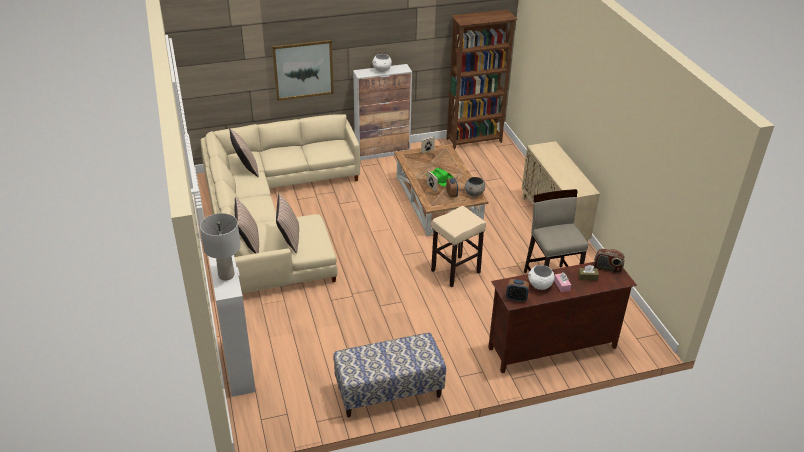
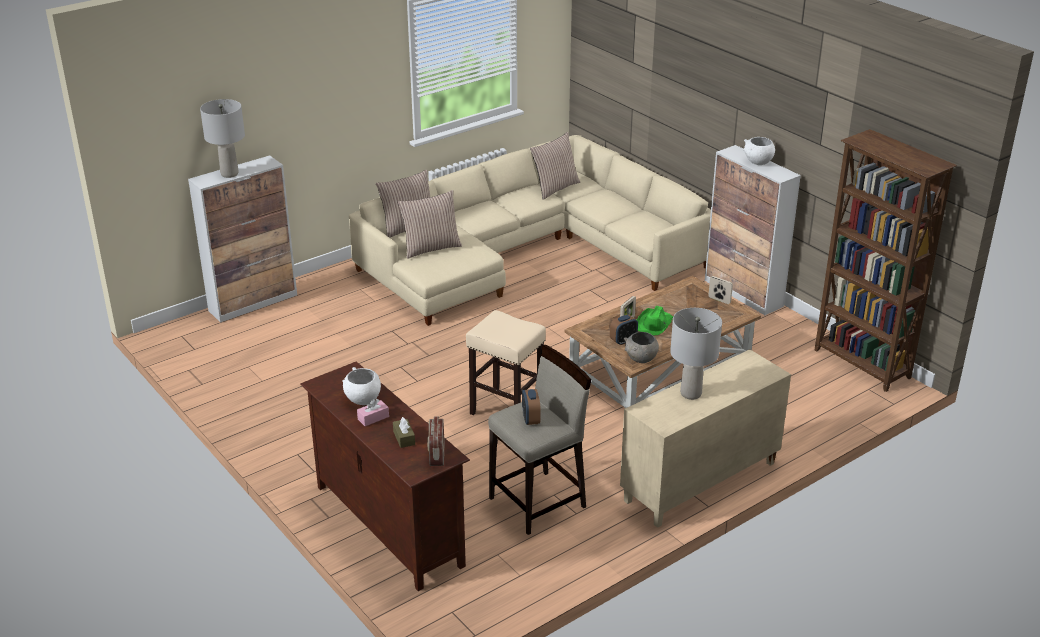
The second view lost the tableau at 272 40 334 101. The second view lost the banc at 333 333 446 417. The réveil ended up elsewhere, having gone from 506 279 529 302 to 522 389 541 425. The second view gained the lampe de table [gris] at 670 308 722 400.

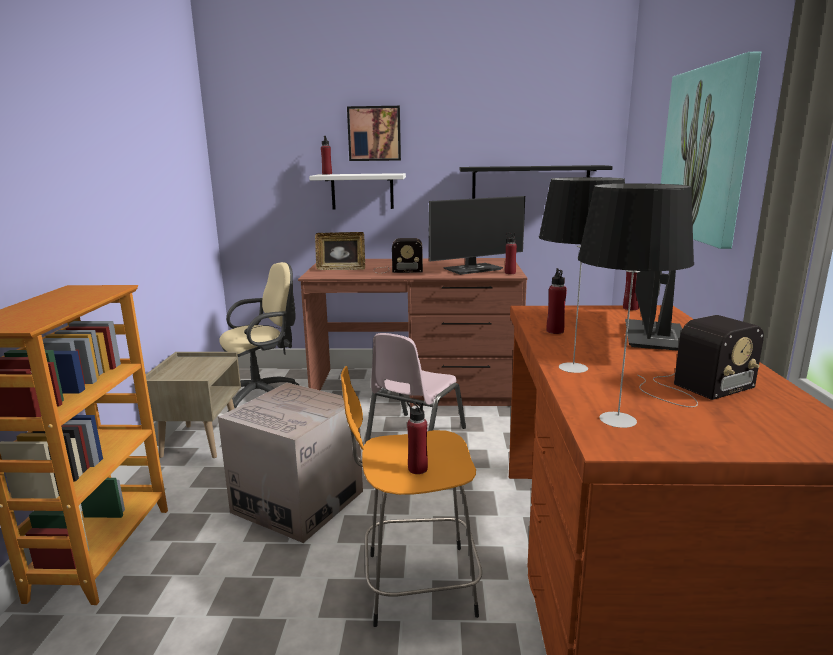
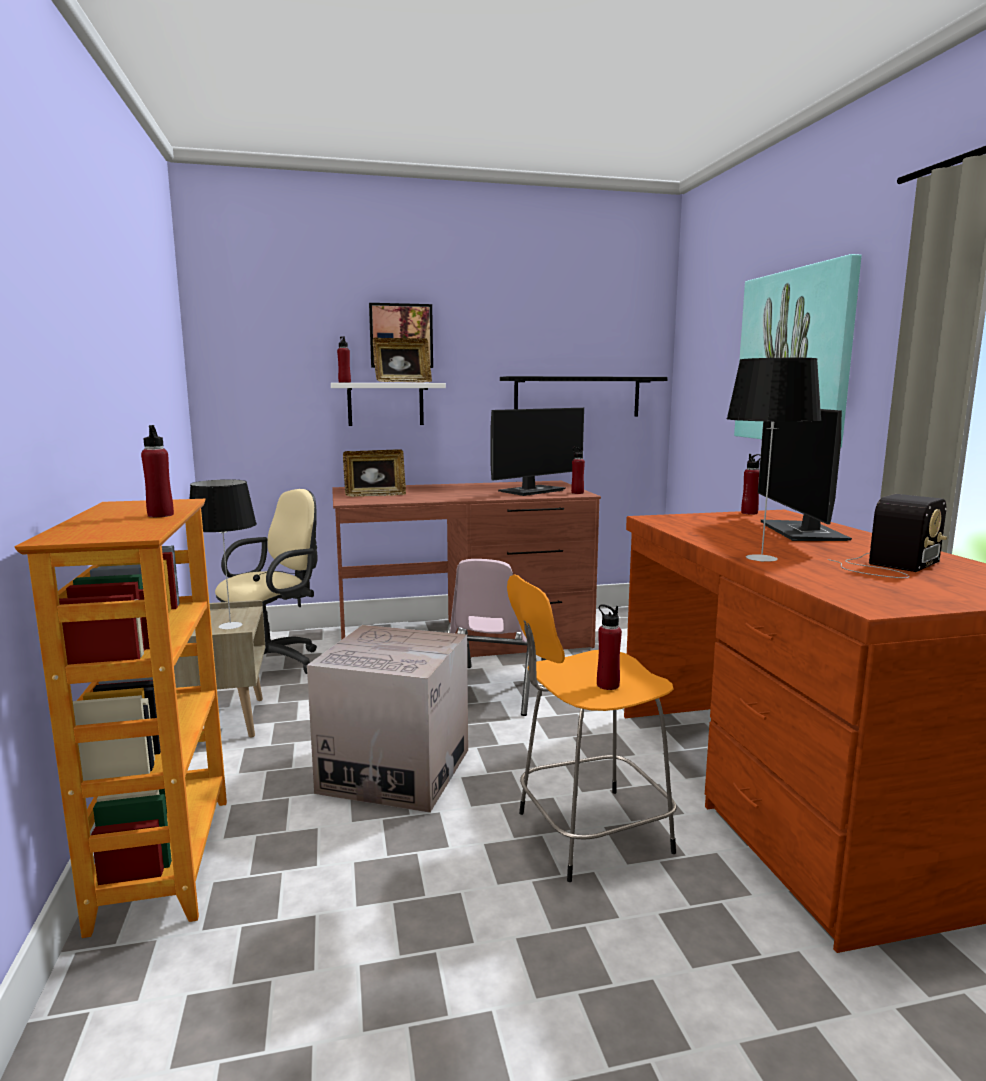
The second view lost the radio at 374 238 423 273. The bouteille [rouge] ended up elsewhere, having gone from 547 268 567 334 to 141 425 174 517. The lampe de table ended up elsewhere, having gone from 578 183 694 428 to 190 479 257 629. The second view gained the cadre photo at 373 337 432 383.

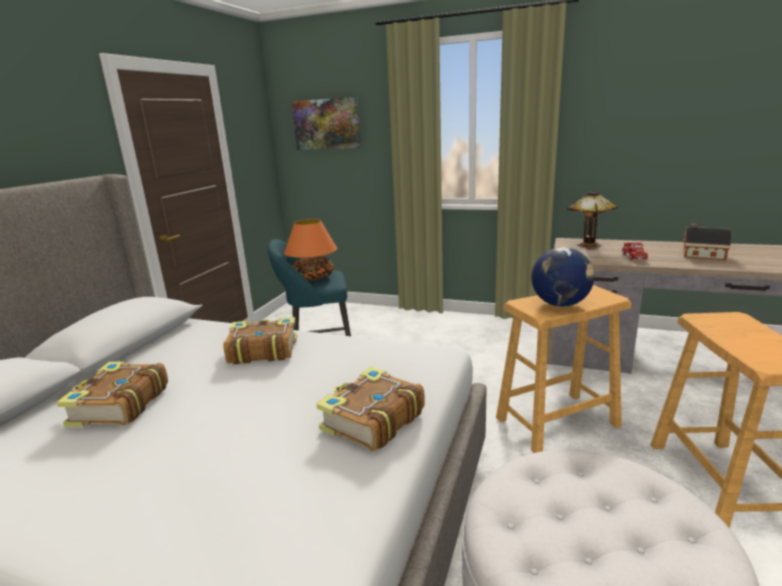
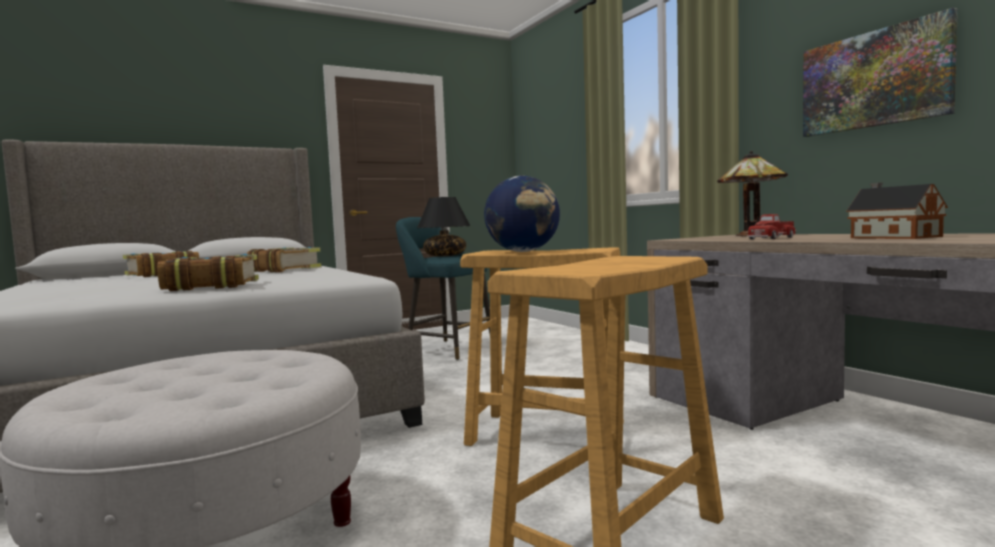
What was the lampe de table [orange] at 284 219 337 281 turned into the lampe de table [noir] at 417 197 470 256. The tableau ended up elsewhere, having gone from 292 97 361 150 to 803 8 958 137.

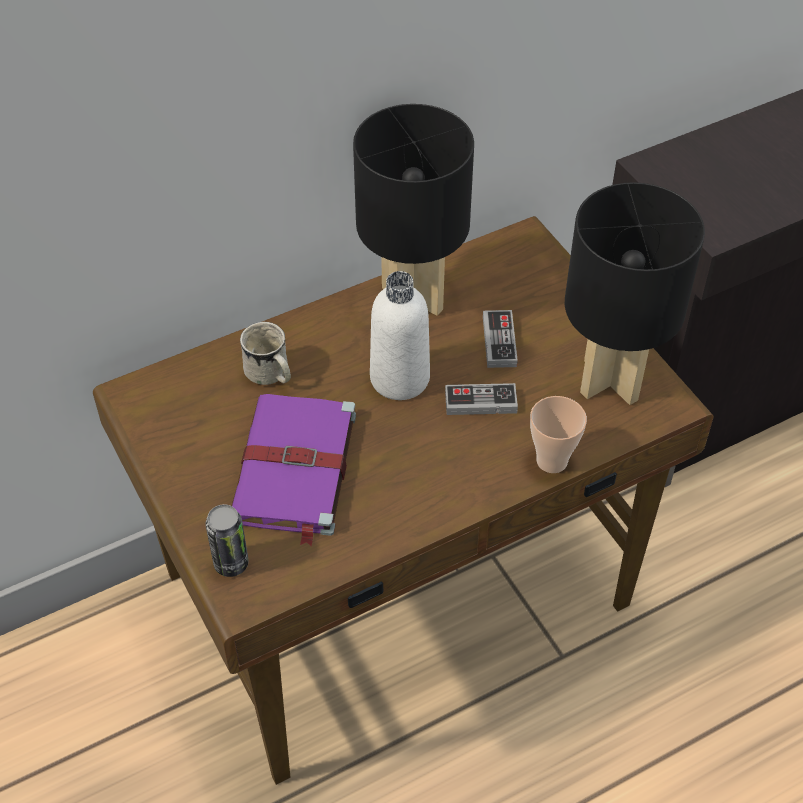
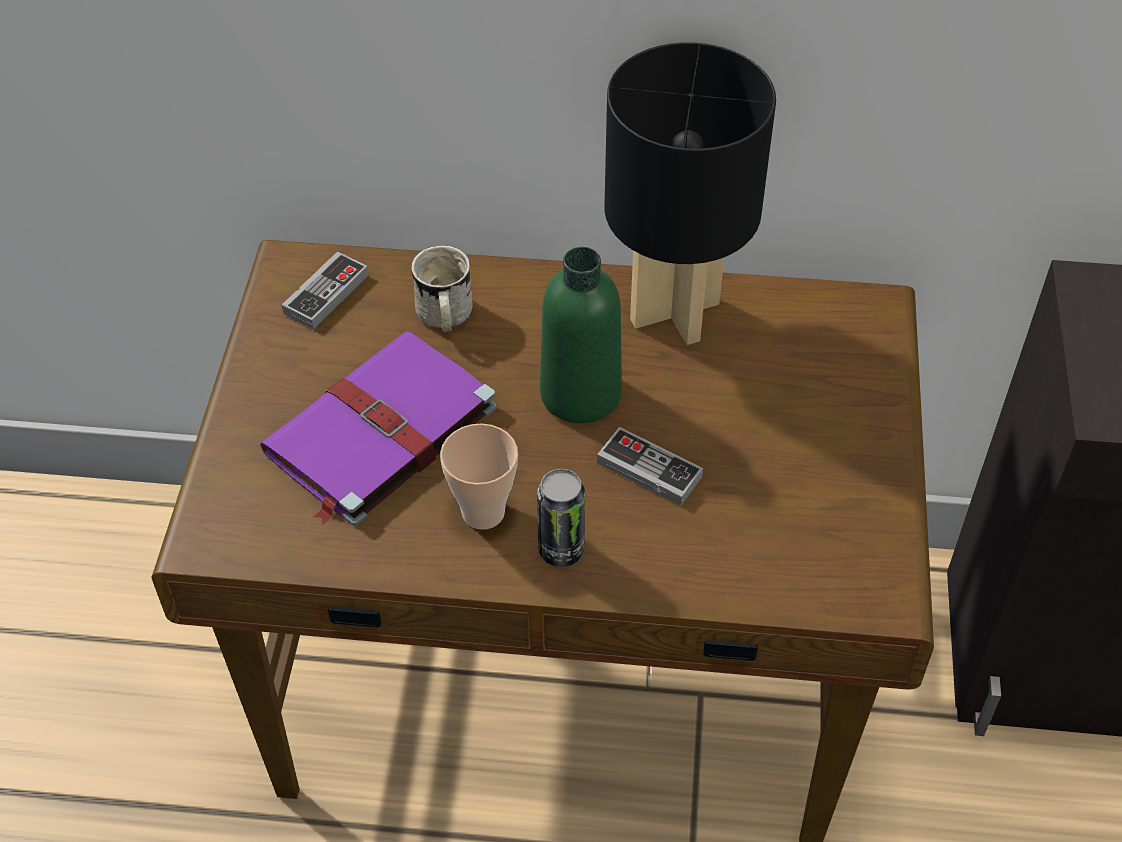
The boîte métallique ended up elsewhere, having gone from 205 504 249 577 to 537 469 585 567. What was the bouteille [blanc] at 370 271 430 400 turned into the bouteille [vert] at 540 247 622 424. The manette ended up elsewhere, having gone from 483 310 518 368 to 282 251 369 329. The tasse ended up elsewhere, having gone from 530 396 587 473 to 440 423 518 530. The second view lost the lampe de table [noir] at 565 182 705 405.

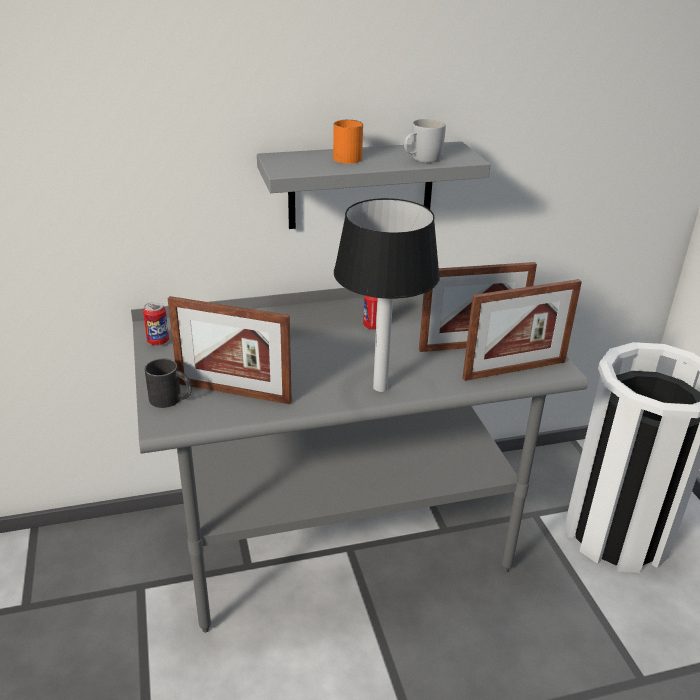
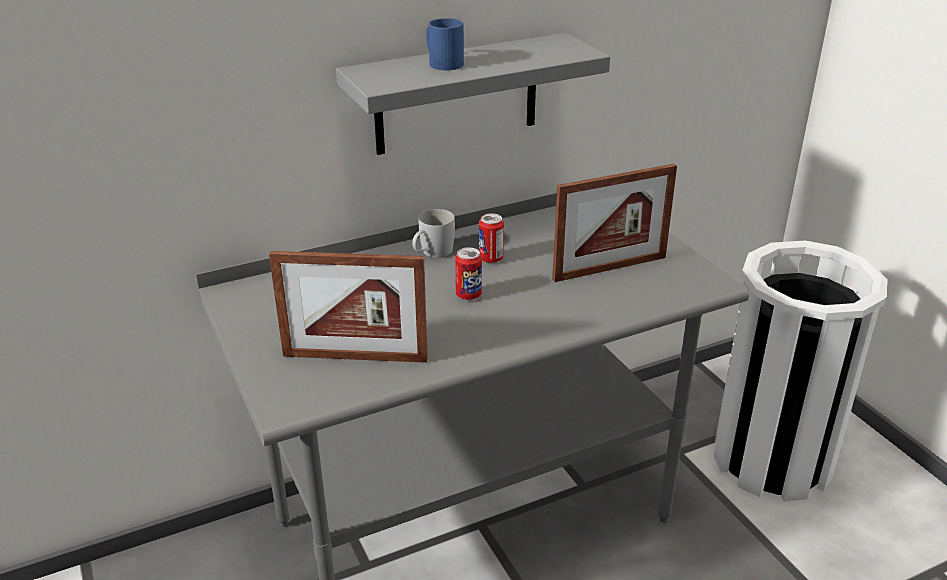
The boîte métallique ended up elsewhere, having gone from 143 302 169 346 to 455 247 482 300. The second view lost the mug [noir] at 145 358 192 408. What was the mug [orange] at 333 120 363 164 turned into the mug [bleu] at 426 18 464 70. The second view lost the lampe de table at 334 198 440 392. The mug [blanc] ended up elsewhere, having gone from 404 119 446 162 to 412 209 455 258. The second view lost the cadre photo at 463 279 582 381.

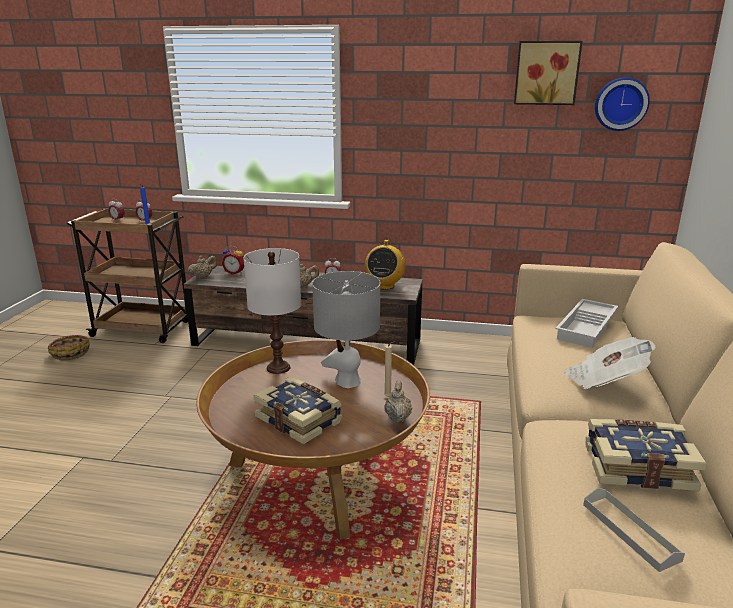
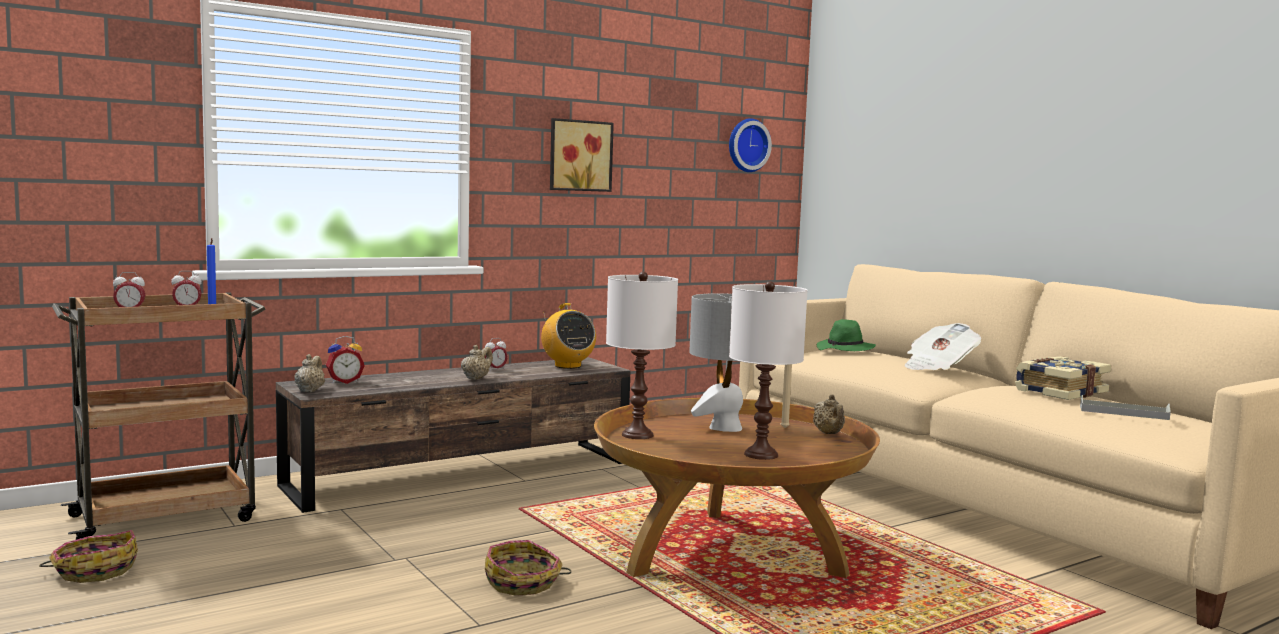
Where the livre stood at 253 376 342 445, the lampe de table [blanc] came to stand at 729 281 808 460. The théière [beige] at 385 380 412 422 ended up facing another way, 150 degrees counterclockwise from before. The tableau ended up elsewhere, having gone from 514 41 582 105 to 550 118 614 192. Where the plateau [blanc] stood at 556 299 618 348, the chapeau [vert] came to stand at 817 319 876 351. The second view gained the panier at 485 540 571 596.

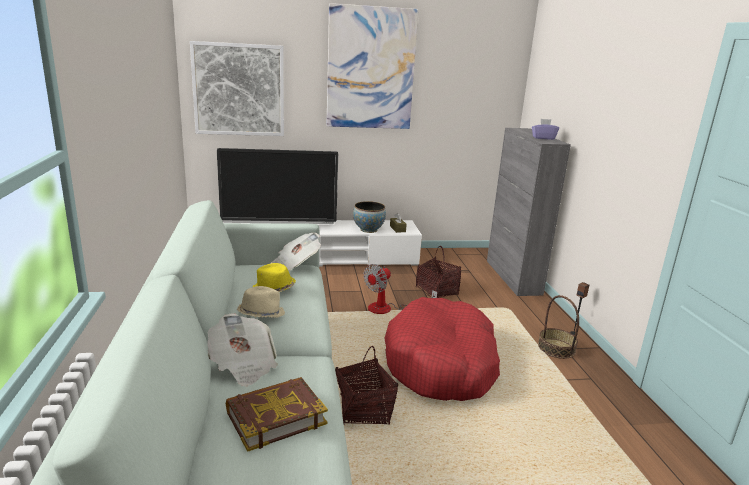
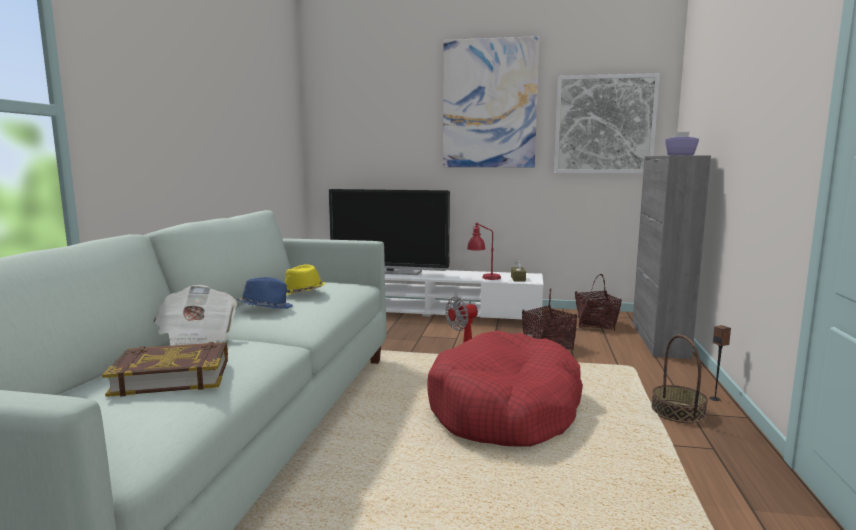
The tableau ended up elsewhere, having gone from 190 41 284 136 to 554 73 660 174. What was the chapeau [beige] at 237 286 285 318 turned into the chapeau [bleu] at 237 277 293 309. The second view lost the journal at 270 233 321 271. The panier ended up elsewhere, having gone from 335 346 398 425 to 575 274 622 330. Where the bol stood at 353 201 386 233, the lampe de table [rouge] came to stand at 467 222 501 280.

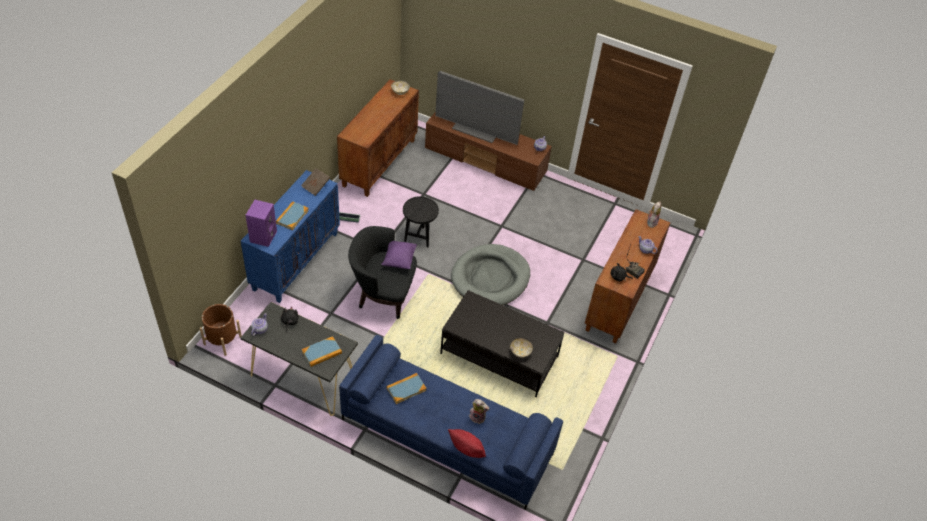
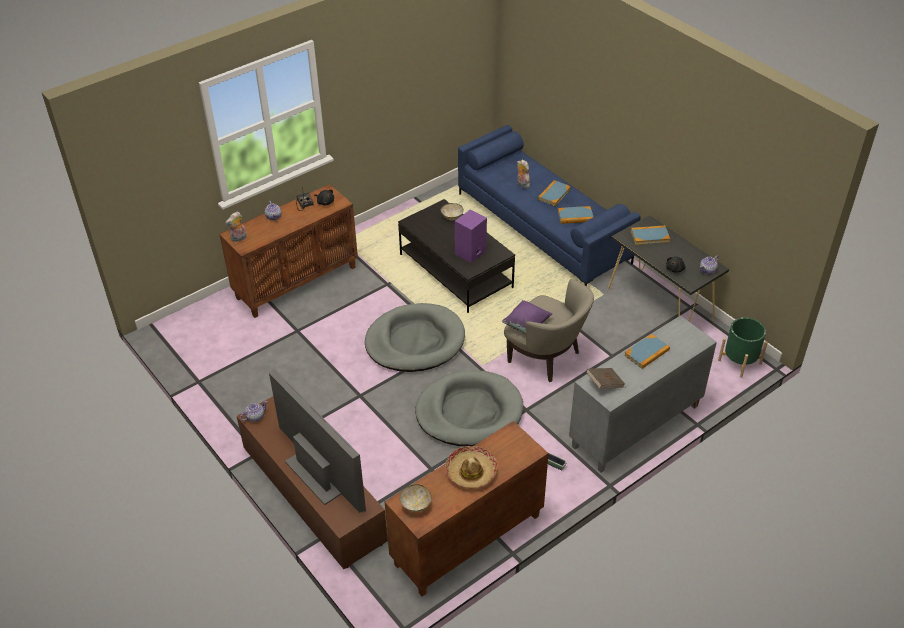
What was the cache-pot [marron] at 200 304 242 356 turned into the cache-pot [vert] at 718 317 768 378. What was the meuble de rangement [bleu] at 241 170 340 303 turned into the meuble de rangement [gris] at 569 315 717 473. The enceinte [violet] ended up elsewhere, having gone from 246 200 277 247 to 455 210 487 263. What was the fauteuil [noir] at 348 226 417 319 turned into the fauteuil [beige] at 504 279 594 382. Where the table d'appoint [noir] stood at 403 196 439 248, the panier pour chien [gris] came to stand at 415 370 523 446. The second view lost the coussin [rouge] at 448 429 486 458. The second view gained the chapeau at 446 446 497 488. The second view gained the livre at 538 180 571 206.

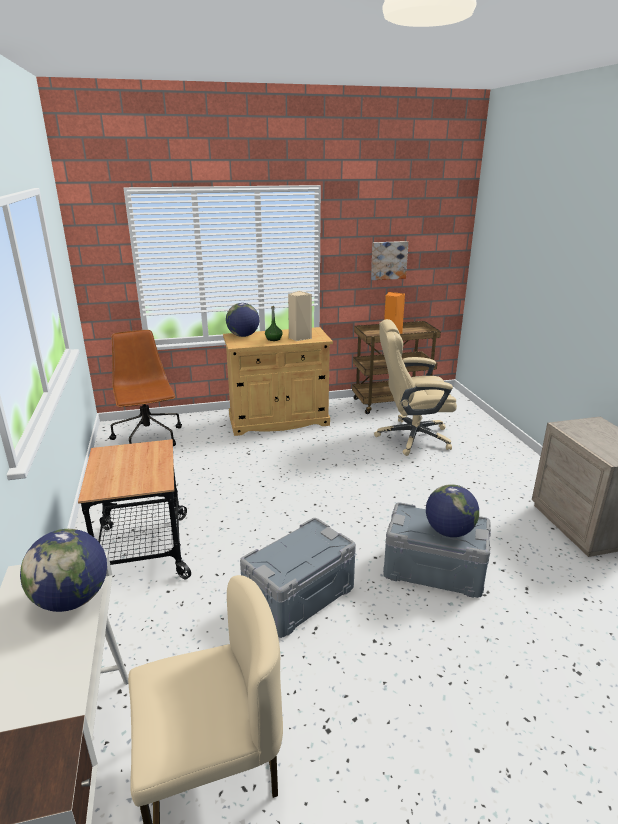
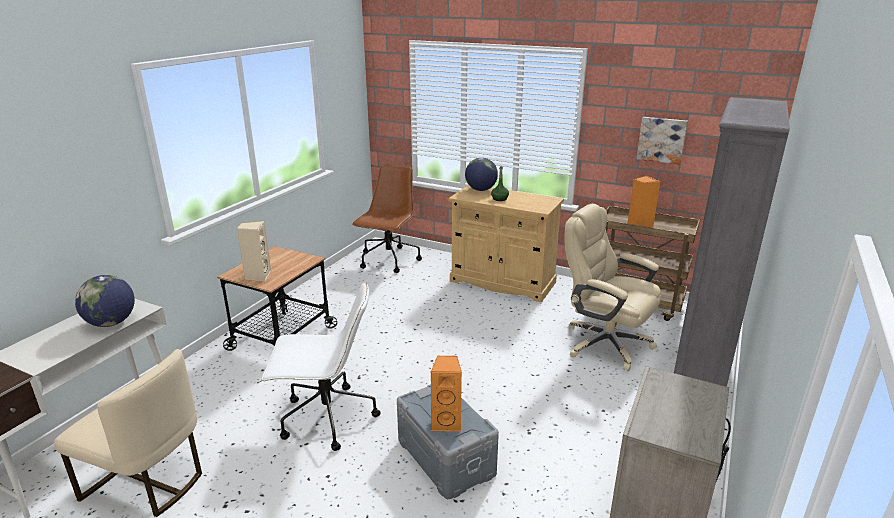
Where the boîte de rangement [gris] stood at 240 518 356 638, the chaise de bureau [blanc] came to stand at 262 282 381 451. The enceinte [beige] ended up elsewhere, having gone from 288 291 312 341 to 236 221 271 281. Where the globe stood at 426 484 479 537, the enceinte [orange] came to stand at 430 356 462 431. The second view gained the bibliothèque [gris] at 674 97 790 387.

